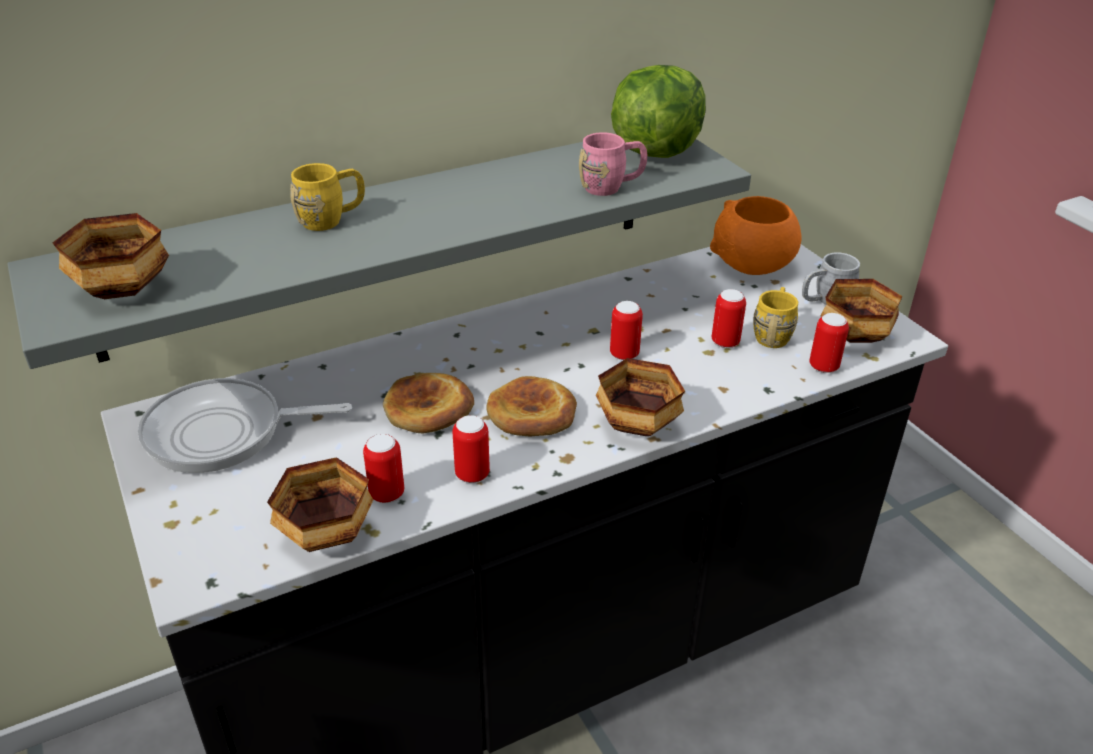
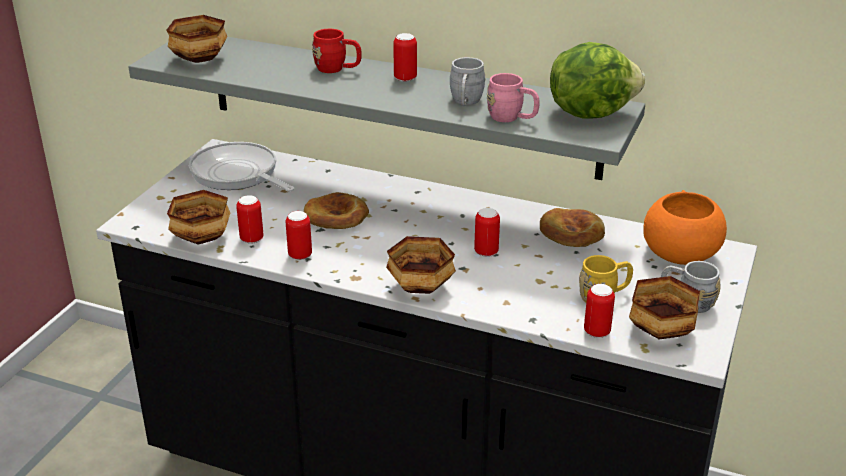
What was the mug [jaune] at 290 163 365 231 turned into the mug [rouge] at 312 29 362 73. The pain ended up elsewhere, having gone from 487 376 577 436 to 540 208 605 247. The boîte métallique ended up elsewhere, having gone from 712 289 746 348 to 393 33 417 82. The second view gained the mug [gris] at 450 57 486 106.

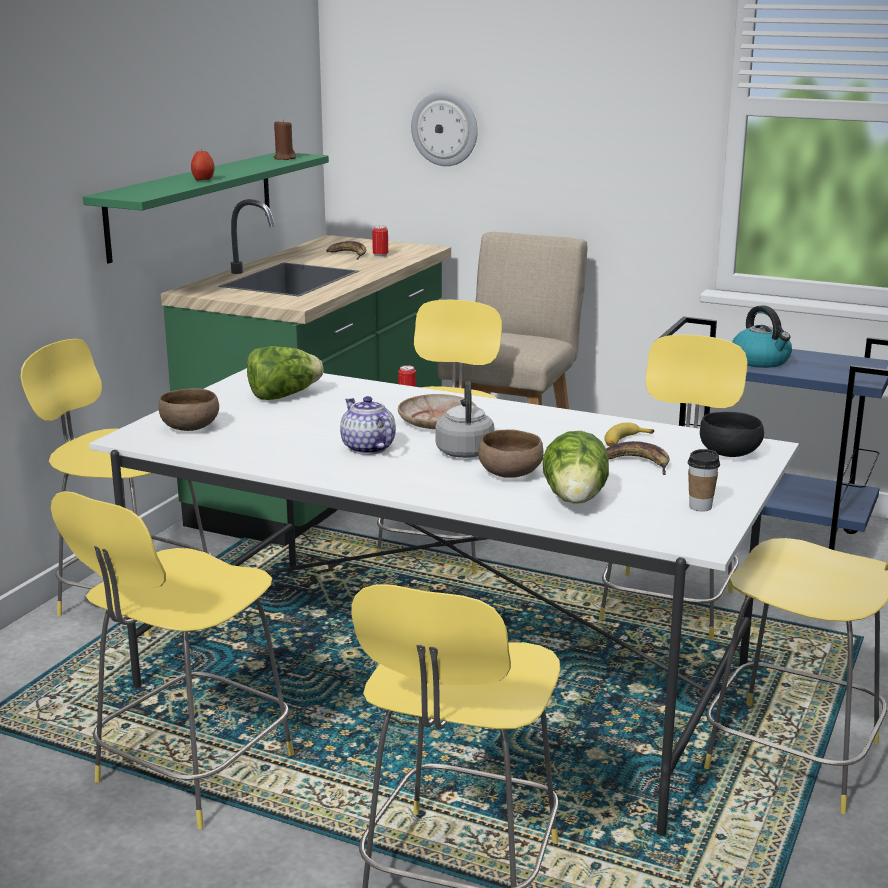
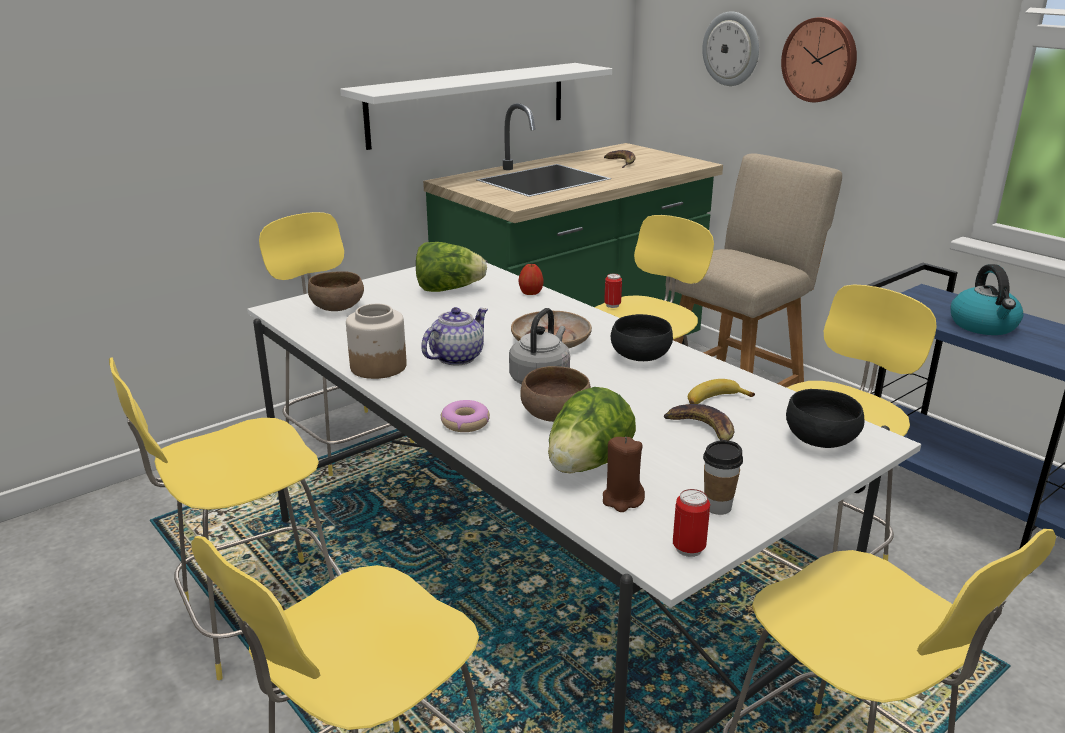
What was the étagère [vert] at 83 152 329 264 turned into the étagère [blanc] at 340 63 612 150. The pomme ended up elsewhere, having gone from 191 151 214 180 to 518 263 544 295. The bougie [marron] ended up elsewhere, having gone from 274 119 296 160 to 603 437 645 512. The théière at 340 396 396 455 ended up facing another way, 45 degrees clockwise from before. The boîte métallique ended up elsewhere, having gone from 372 225 388 257 to 673 489 710 557. The second view gained the bocal at 346 304 407 379. The second view gained the beignet at 440 400 490 432. The second view gained the bol [noir] at 611 314 673 361. The second view gained the horloge murale at 781 17 857 102.

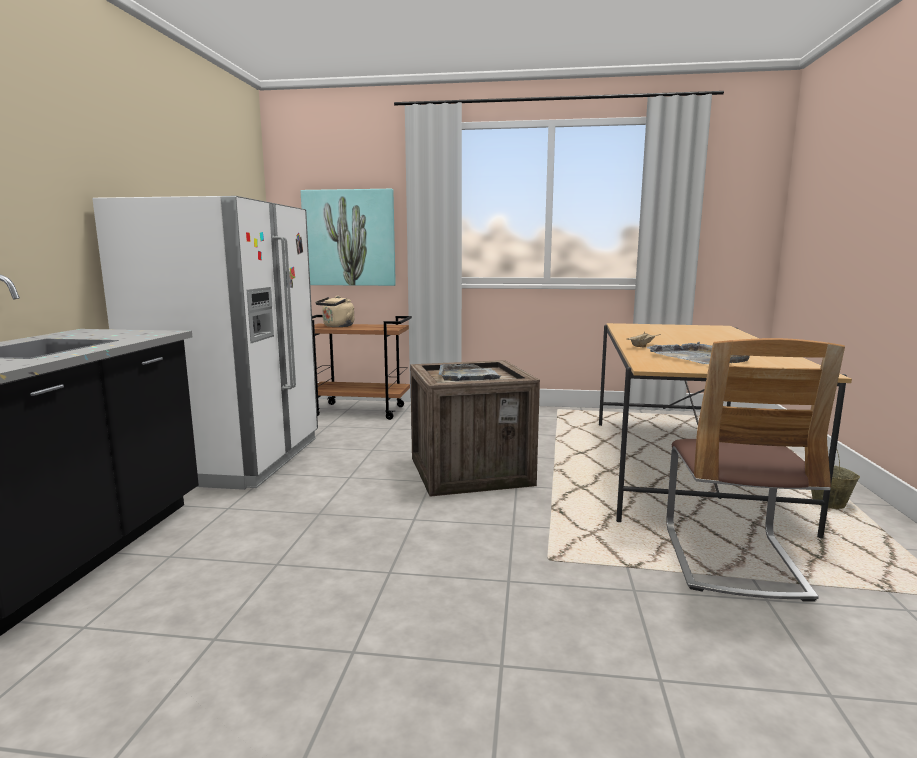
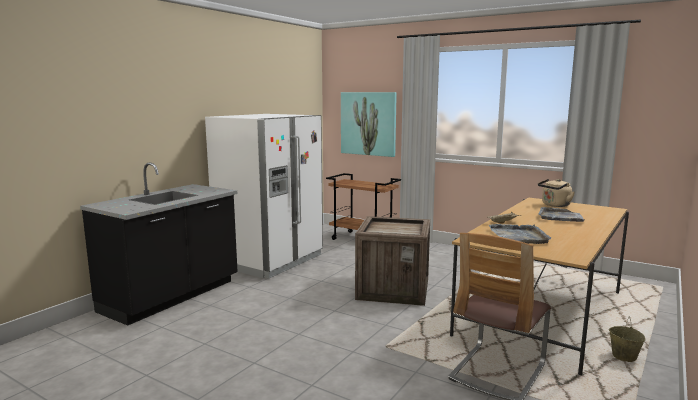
The bouilloire [beige] ended up elsewhere, having gone from 316 296 354 327 to 538 179 575 207. The plateau [gris] ended up elsewhere, having gone from 439 364 501 381 to 538 207 584 222.

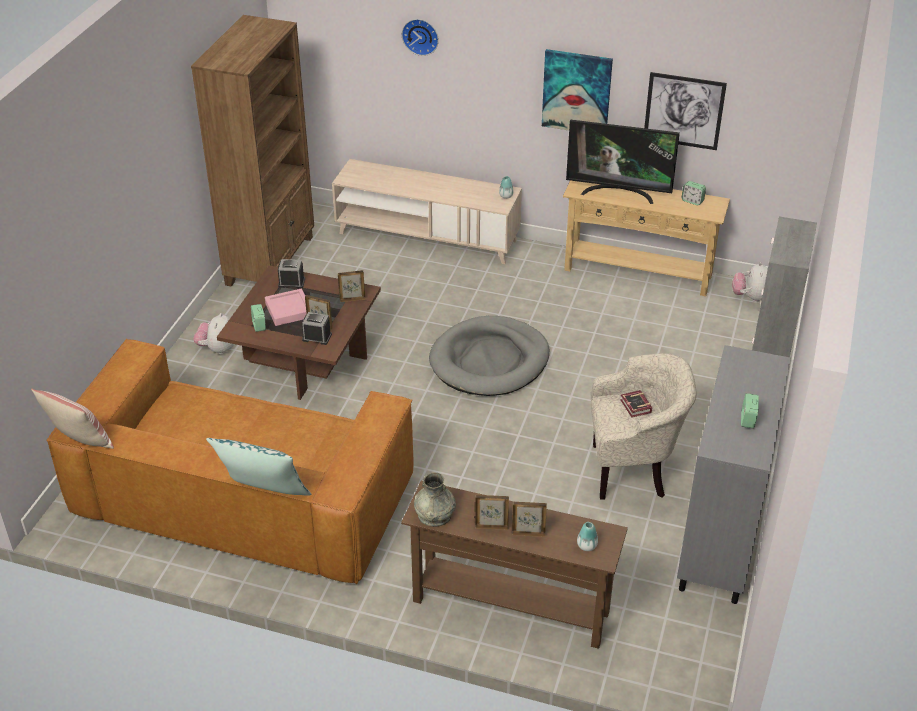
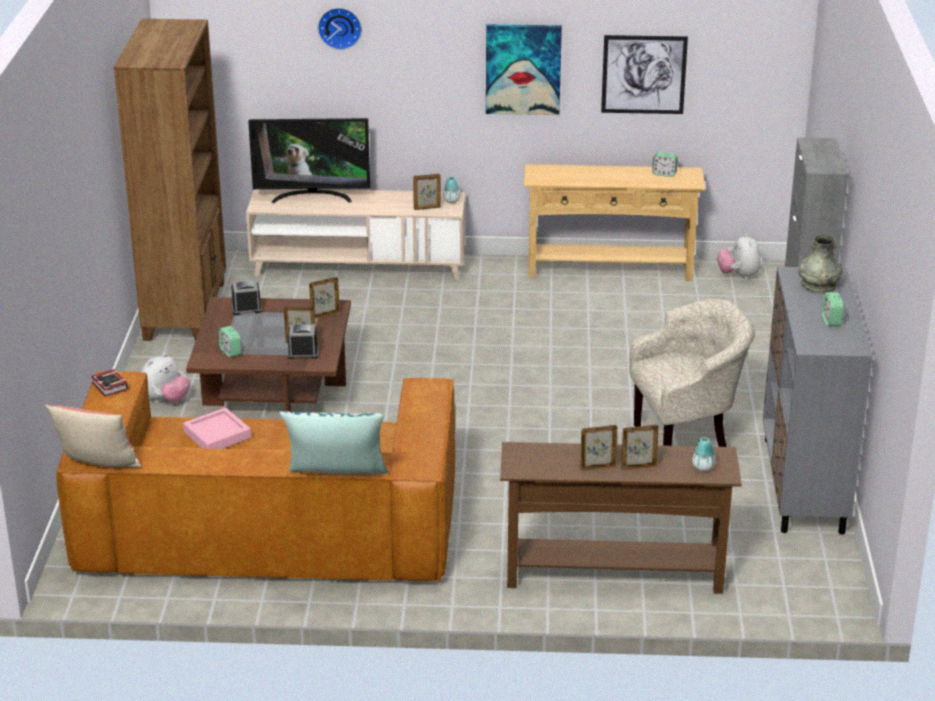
The peluche at 193 313 234 354 ended up facing another way, 135 degrees counterclockwise from before. The plateau [rose] ended up elsewhere, having gone from 265 289 307 326 to 183 408 251 449. The vase [gris] ended up elsewhere, having gone from 414 472 456 527 to 799 234 842 293. The second view lost the panier pour chien [gris] at 429 316 549 396. The téléviseur ended up elsewhere, having gone from 566 120 680 204 to 248 118 370 203. The livre ended up elsewhere, having gone from 620 390 652 418 to 91 369 128 397. The second view gained the cadre photo at 413 174 441 210.

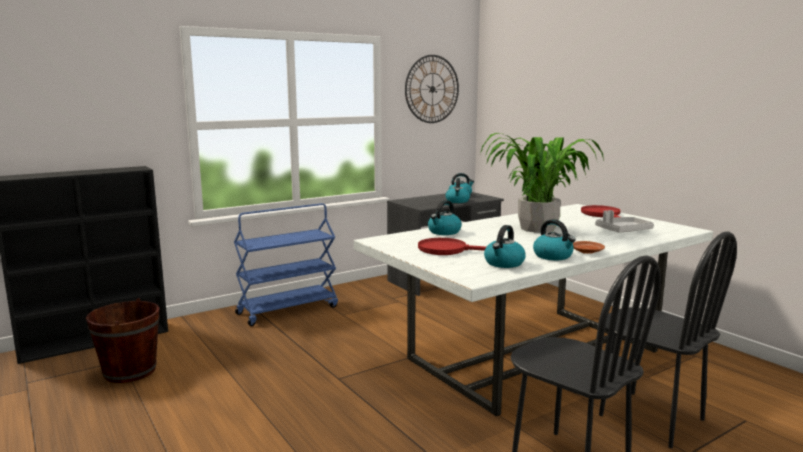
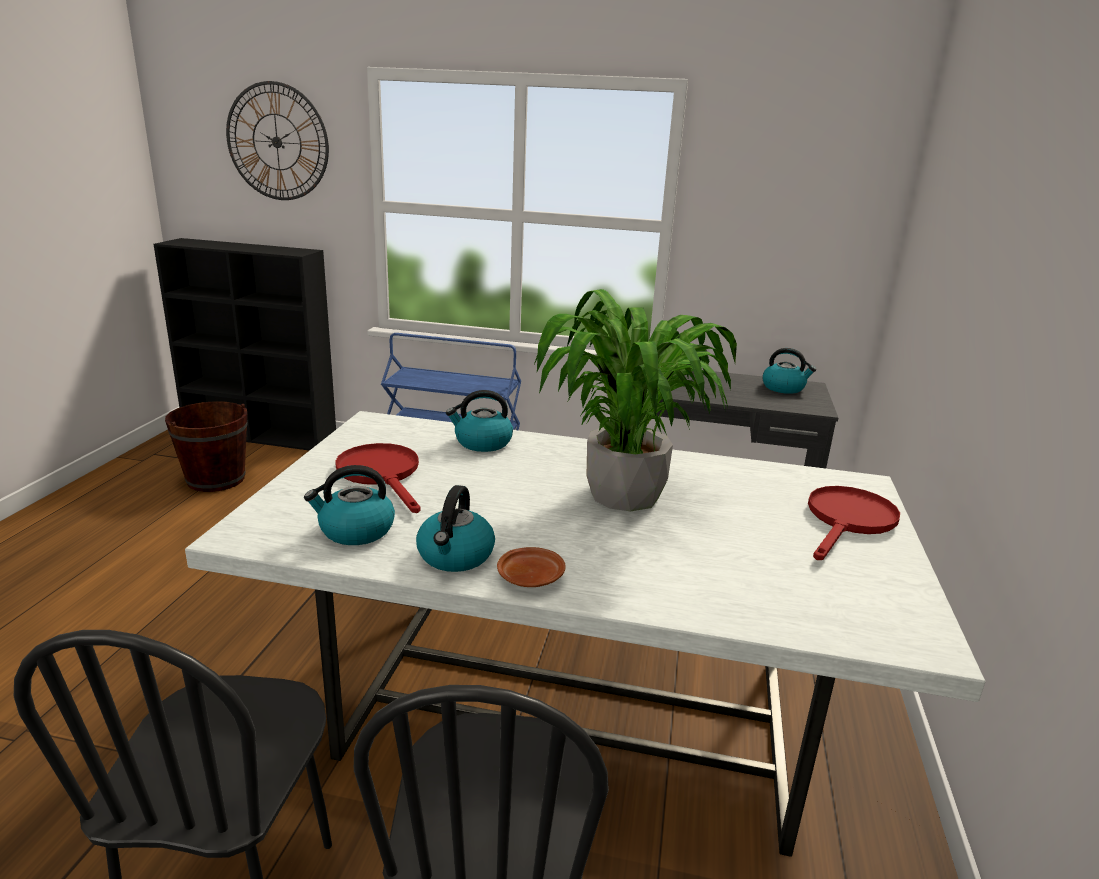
The horloge murale ended up elsewhere, having gone from 405 55 459 123 to 226 81 329 200. The second view lost the bouilloire at 445 178 470 203. The second view lost the plateau [gris] at 595 210 654 232.

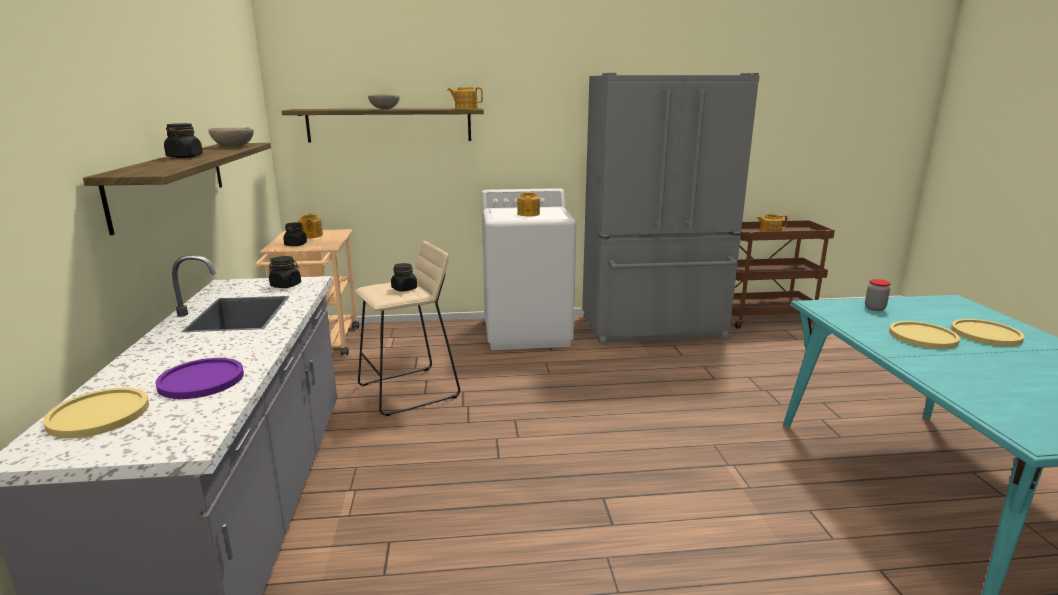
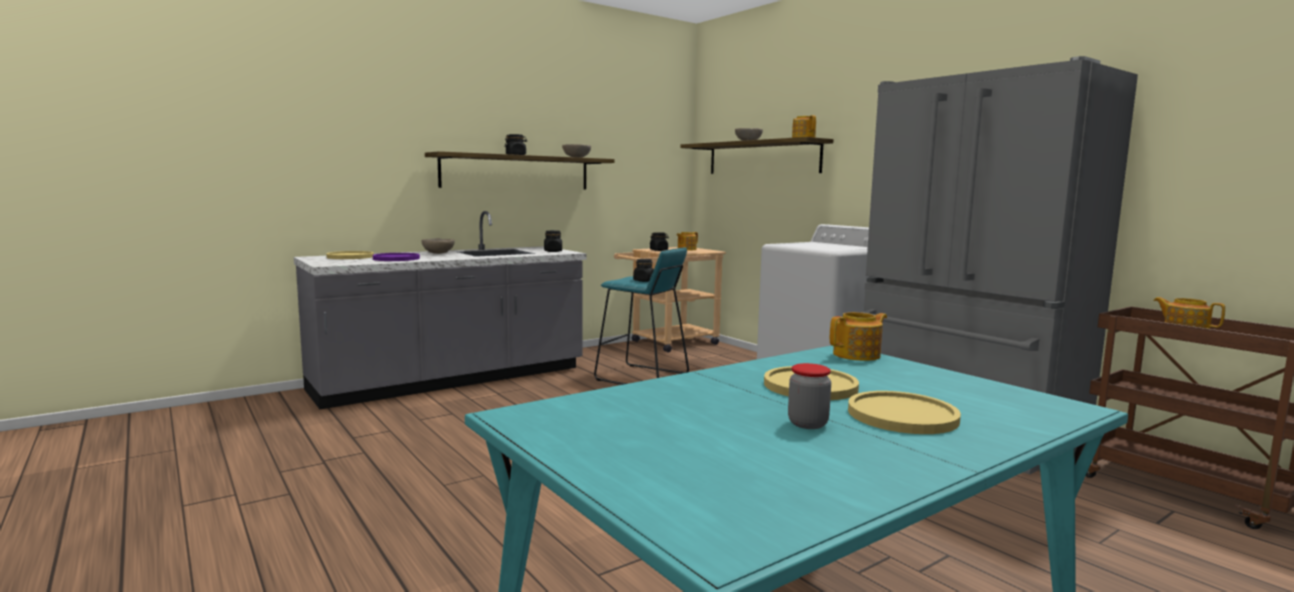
What was the tabouret [beige] at 355 241 460 416 turned into the tabouret [turquoise] at 594 248 689 385. The théière ended up elsewhere, having gone from 517 192 540 217 to 830 312 887 361. The bocal ended up elsewhere, having gone from 865 279 891 311 to 788 363 831 429. The second view gained the bol [beige] at 422 238 455 254.

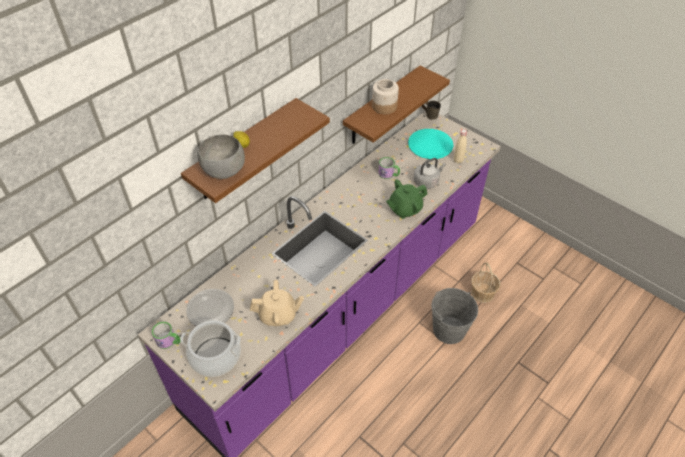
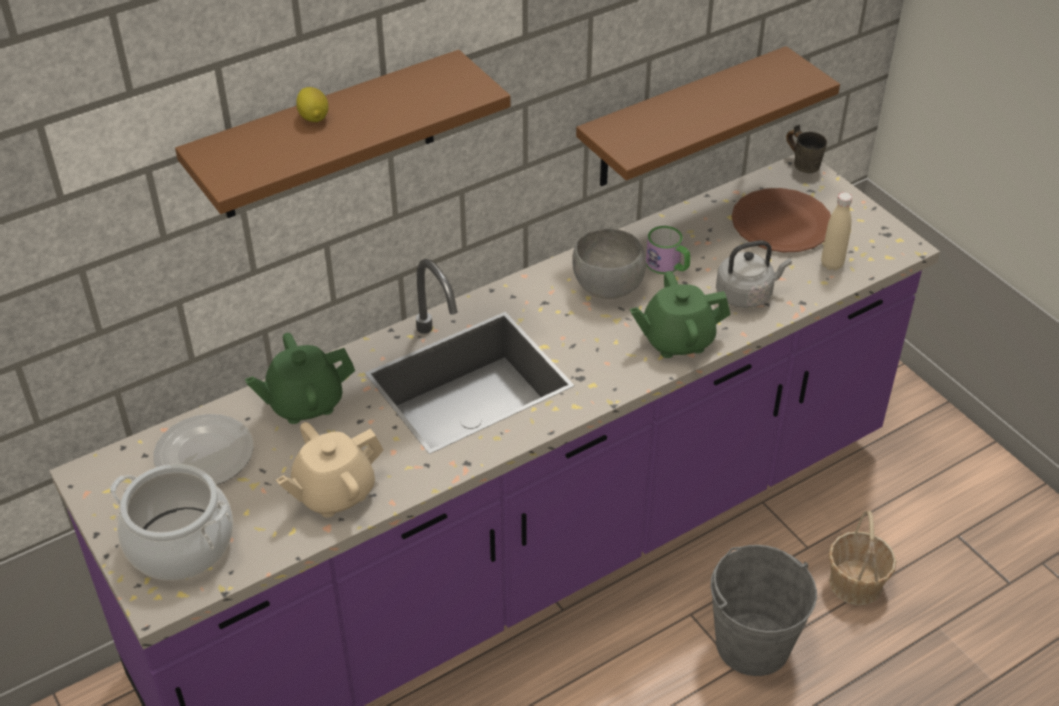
The second view lost the mug at 152 322 181 349. The bol [gris] ended up elsewhere, having gone from 197 134 245 179 to 572 228 646 299. The théière [beige] at 250 280 304 326 ended up facing another way, 135 degrees clockwise from before. The second view lost the bocal at 372 79 399 114. What was the assiette [turquoise] at 408 129 454 159 turned into the assiette [marron] at 732 188 831 253. The second view gained the théière [vert] at 245 333 355 424.

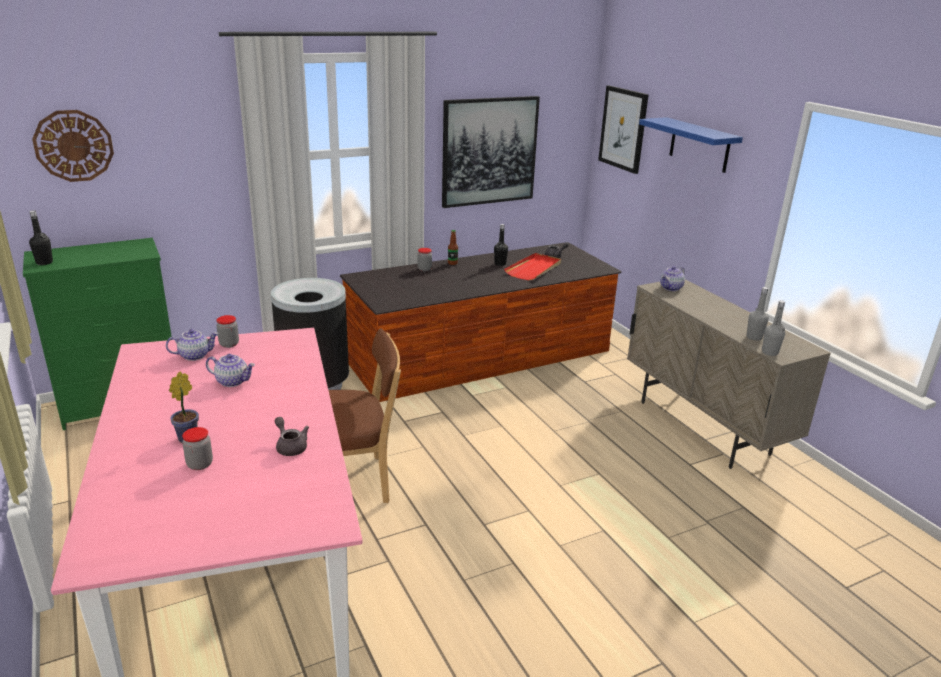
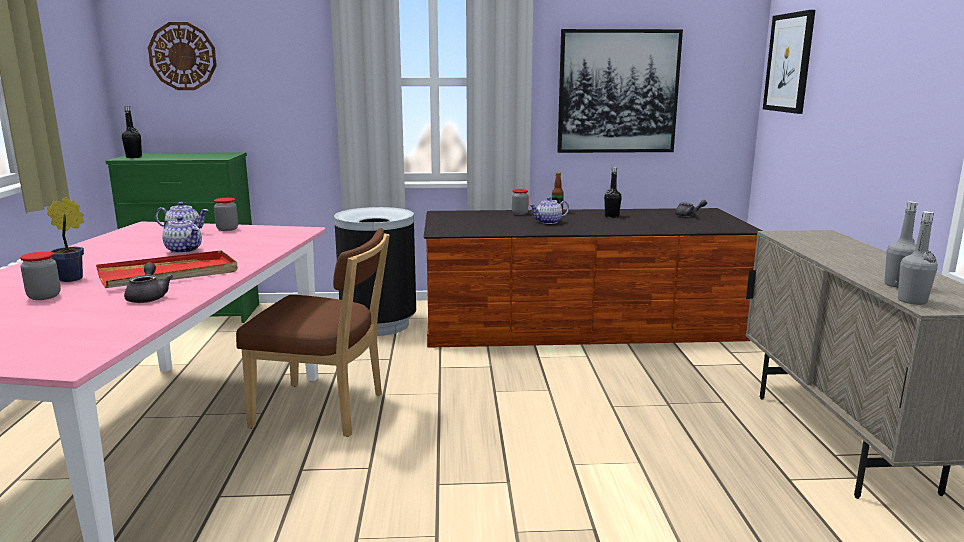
The plateau [rouge] ended up elsewhere, having gone from 504 253 561 280 to 96 250 238 288. The second view lost the étagère [bleu] at 639 117 743 173. The théière ended up elsewhere, having gone from 660 266 685 291 to 529 197 569 224.

